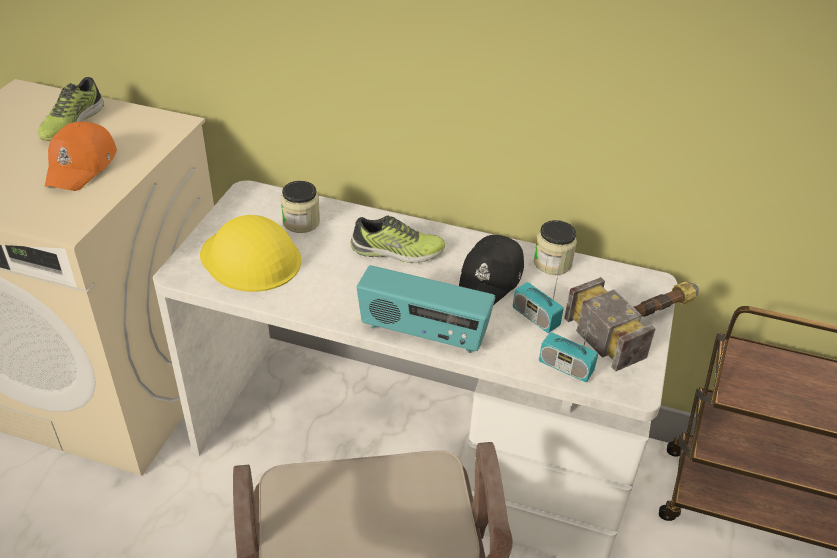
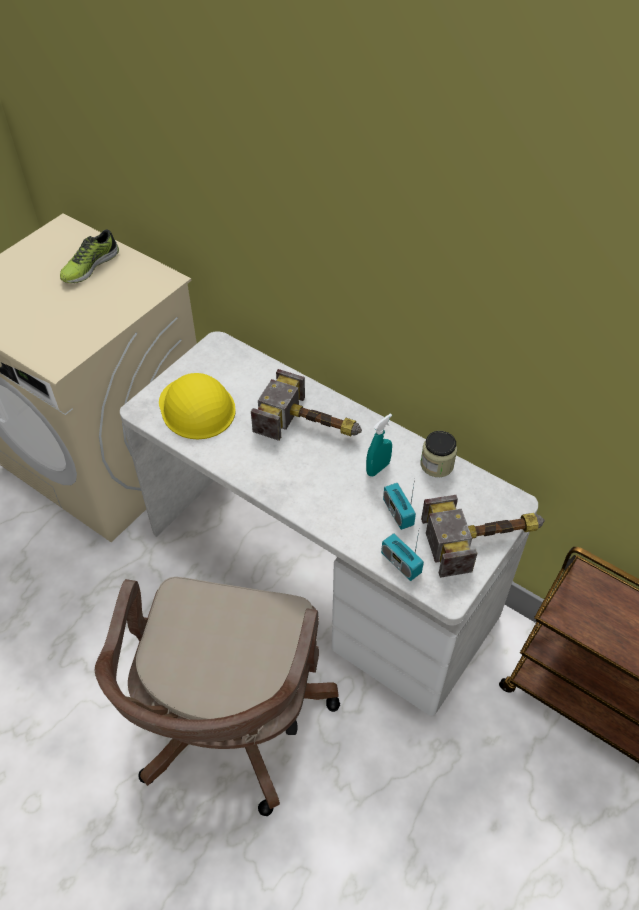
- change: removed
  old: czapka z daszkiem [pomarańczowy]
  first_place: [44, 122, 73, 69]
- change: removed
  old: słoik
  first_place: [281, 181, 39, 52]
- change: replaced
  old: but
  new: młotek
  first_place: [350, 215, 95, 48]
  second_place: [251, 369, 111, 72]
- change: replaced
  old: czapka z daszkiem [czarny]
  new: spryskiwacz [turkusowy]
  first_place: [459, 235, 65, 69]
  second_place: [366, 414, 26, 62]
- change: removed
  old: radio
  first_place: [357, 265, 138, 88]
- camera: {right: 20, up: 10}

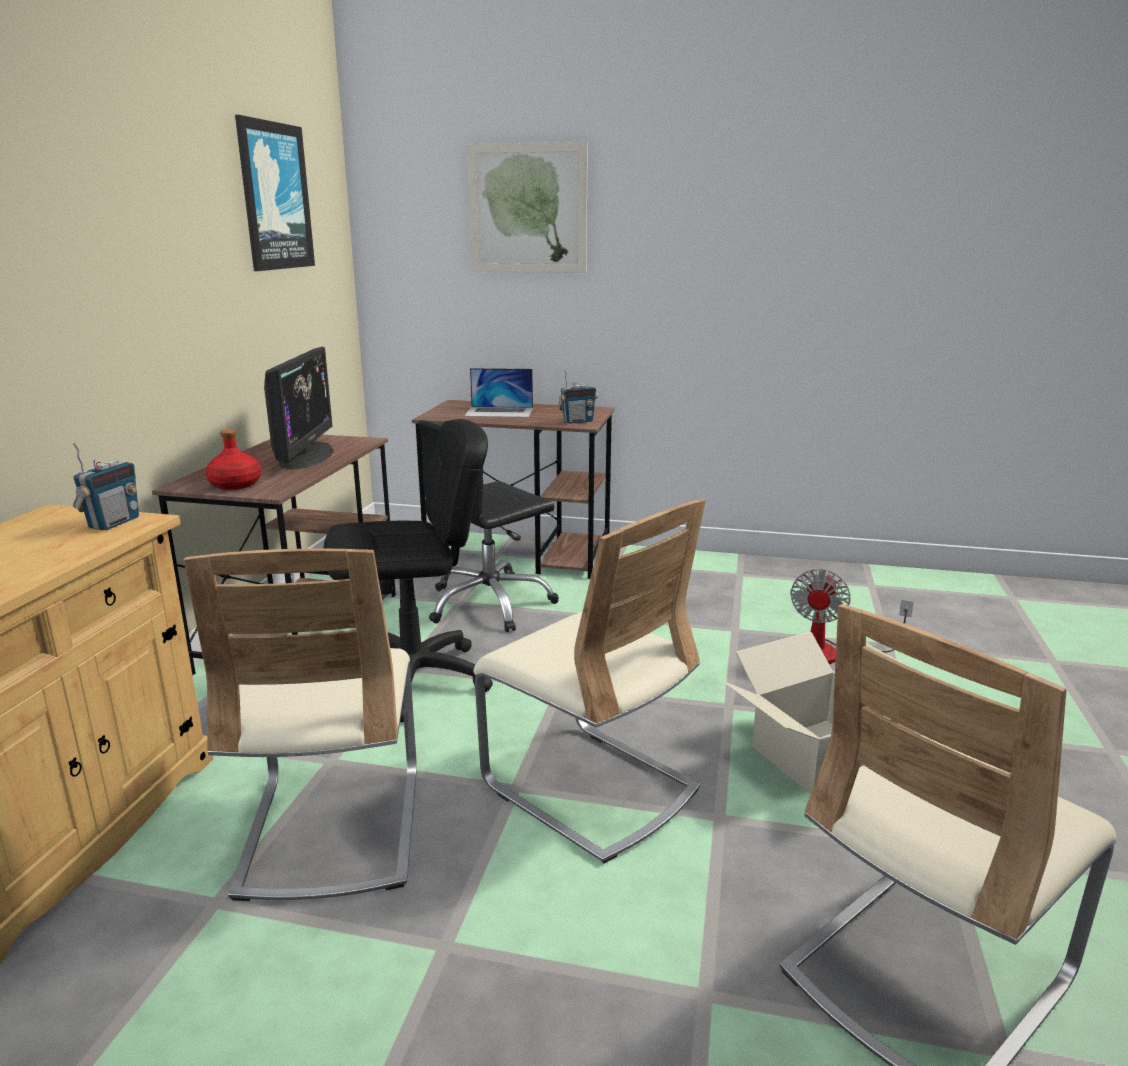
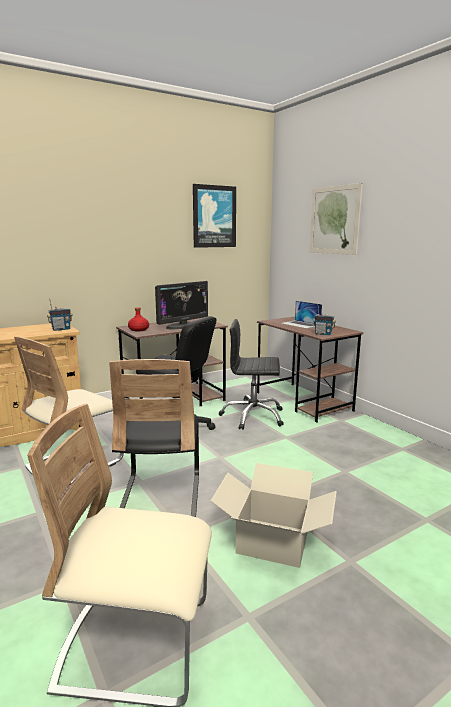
- change: recoloured
  old: krzesło [beżowy]
  new: krzesło [czarny]
  first_place: [473, 499, 233, 365]
  second_place: [109, 359, 90, 158]
- change: removed
  old: wentylator
  first_place: [790, 569, 124, 95]
- camera: {right: 45, up: -5}

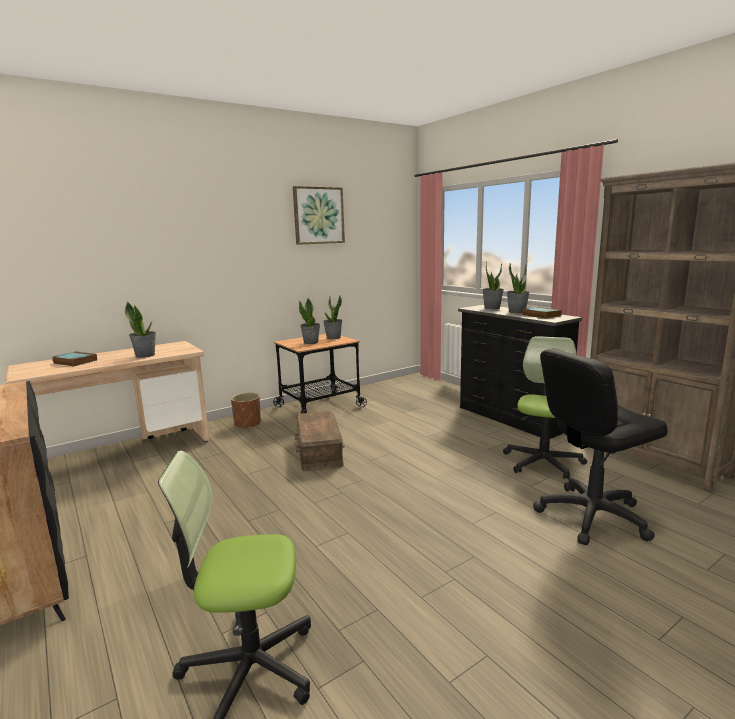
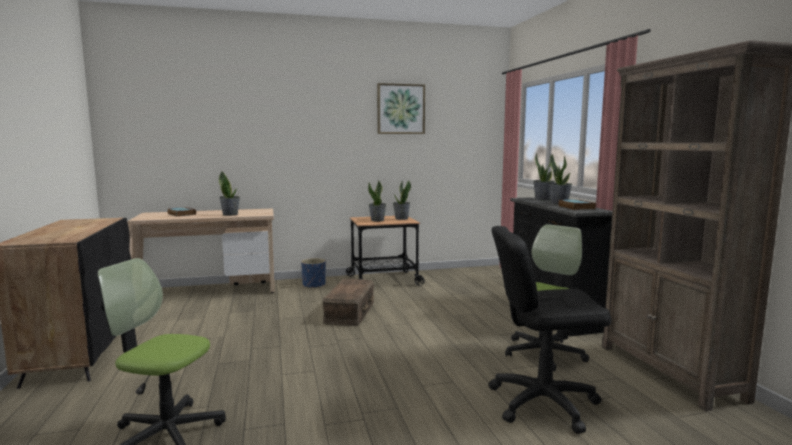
- change: recoloured
  old: donica [brązowy]
  new: donica [niebieski]
  first_place: [231, 393, 30, 35]
  second_place: [301, 258, 25, 30]
- camera: {right: 20, up: -5}

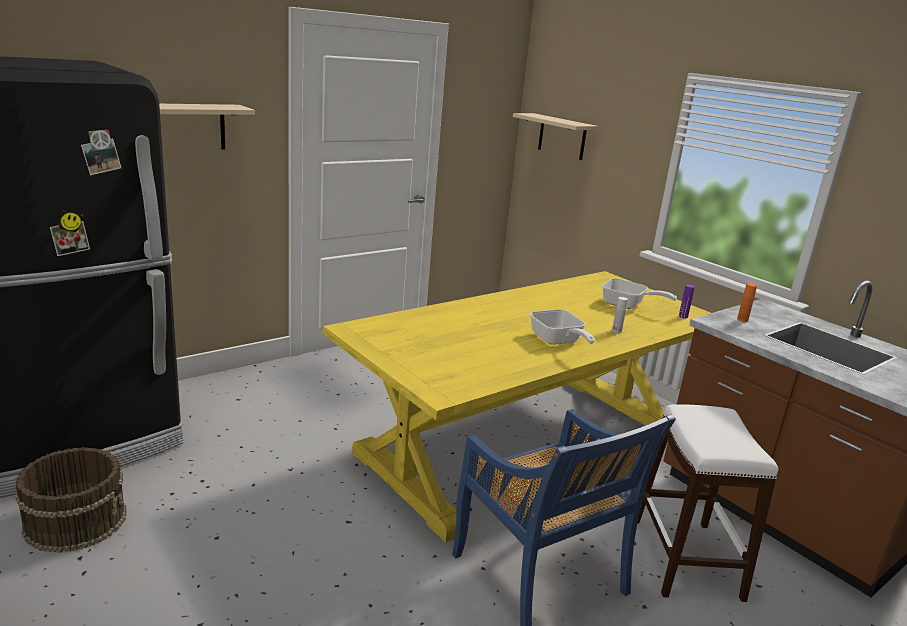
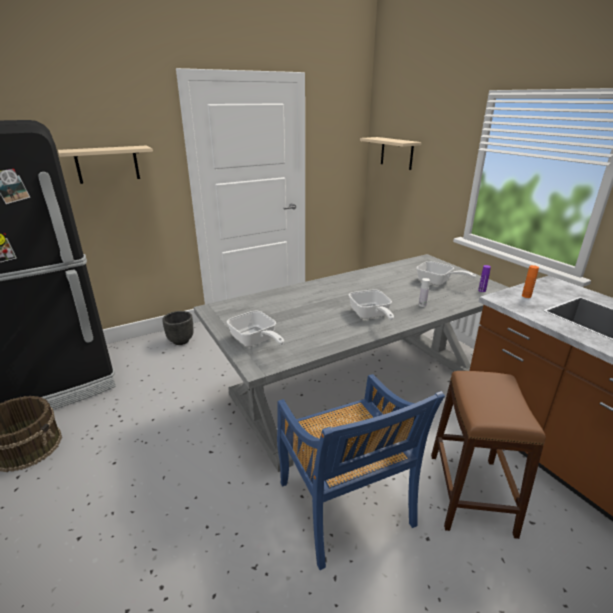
- change: recoloured
  old: stół jadalny [żółty]
  new: stół jadalny [szary]
  first_place: [323, 271, 388, 272]
  second_place: [194, 254, 316, 218]
- change: recoloured
  old: stołek [biały]
  new: stołek [brązowy]
  first_place: [637, 404, 141, 198]
  second_place: [431, 371, 115, 168]
- change: added
  new: donica [czarny]
  second_place: [162, 311, 32, 34]
- change: added
  new: patelnia
  second_place: [227, 311, 57, 35]
- camera: {right: 10, up: 5}

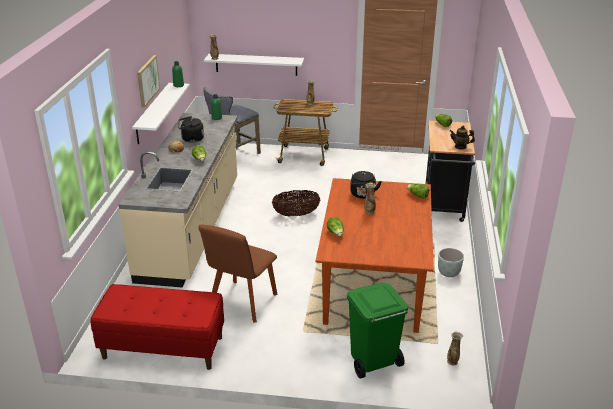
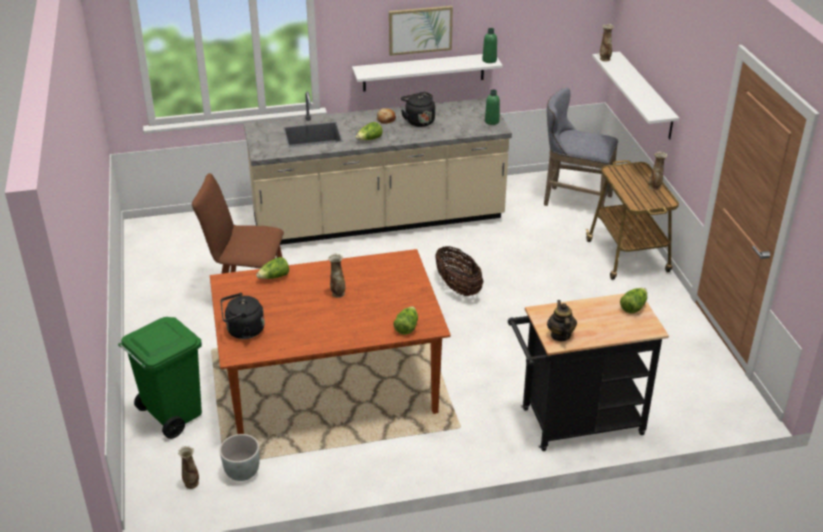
- change: moved
  old: czajnik [czarny]
  first_place: [350, 171, 32, 27]
  second_place: [220, 293, 45, 46]
- change: moved
  old: donica [szary]
  first_place: [438, 248, 26, 29]
  second_place: [219, 434, 40, 47]
- change: removed
  old: ławka [czerwony]
  first_place: [90, 284, 134, 86]
- camera: {right: 70, up: 5}

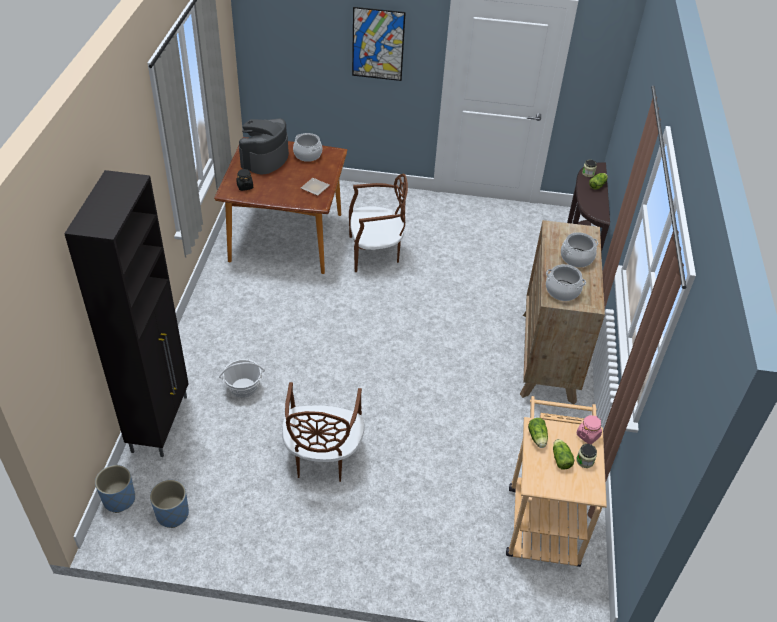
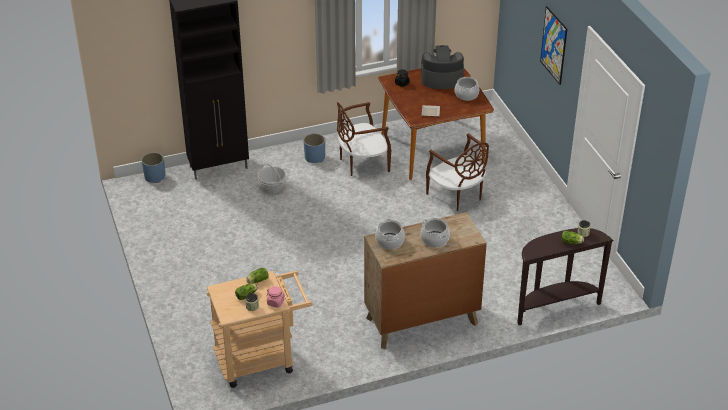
- change: moved
  old: krzesło [brązowy]
  first_place: [282, 382, 83, 100]
  second_place: [337, 102, 54, 74]
- change: moved
  old: donica [niebieski]
  first_place: [150, 480, 39, 48]
  second_place: [303, 133, 22, 30]
- camera: {right: 65, up: -5}

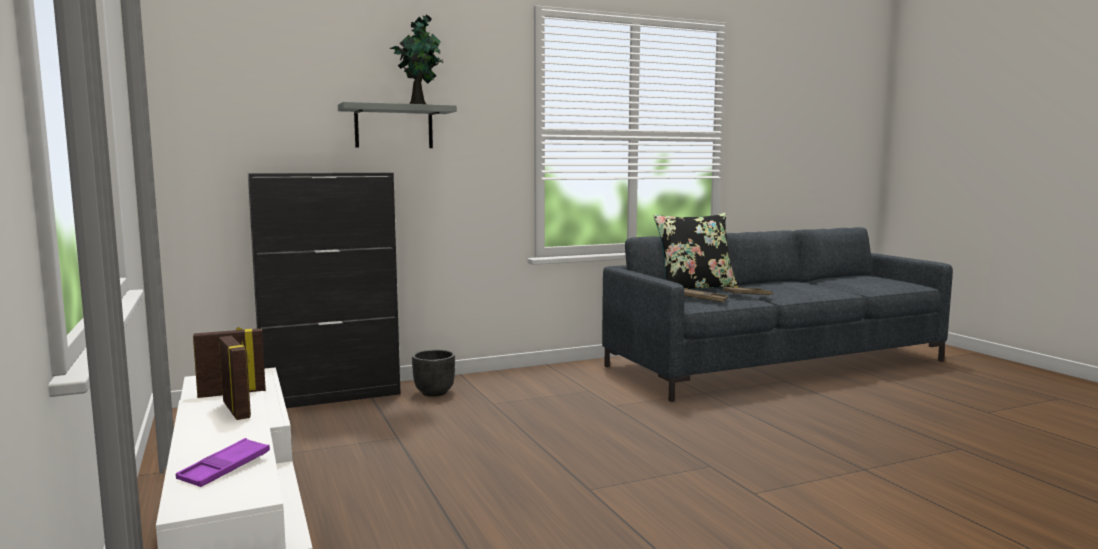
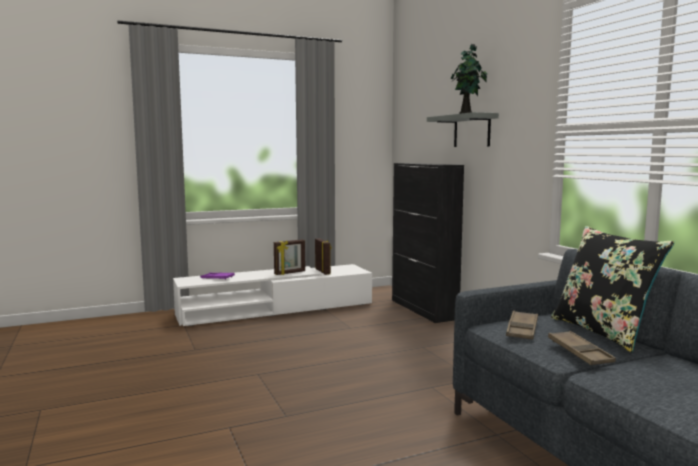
- change: removed
  old: donica [czarny]
  first_place: [412, 350, 43, 47]
- camera: {right: 90, up: 0}

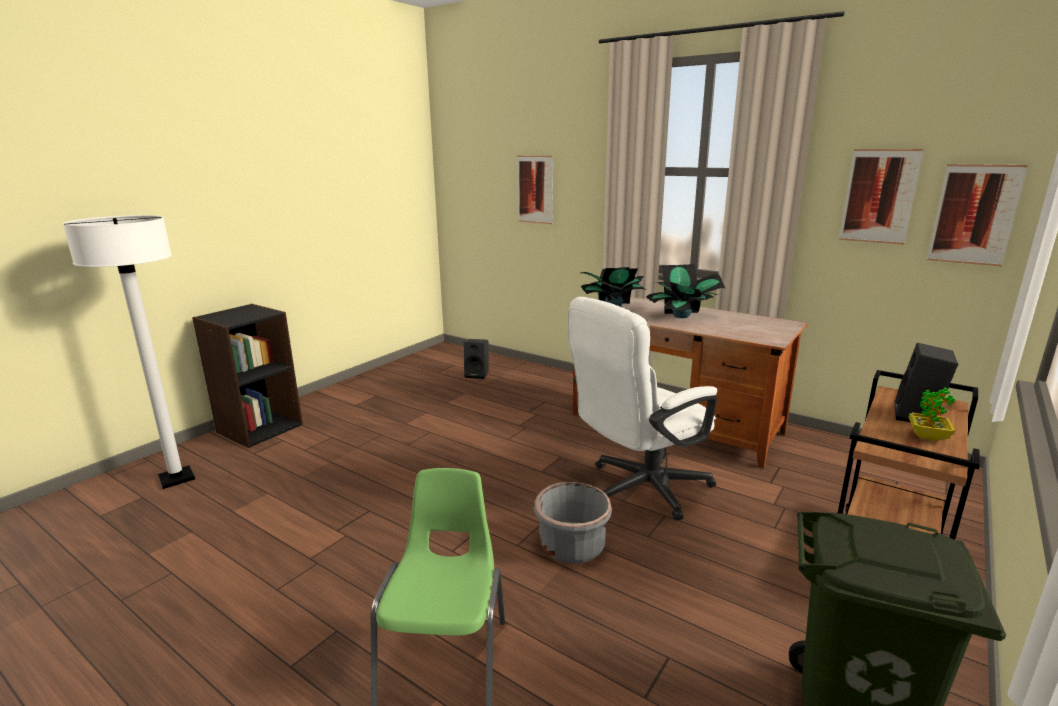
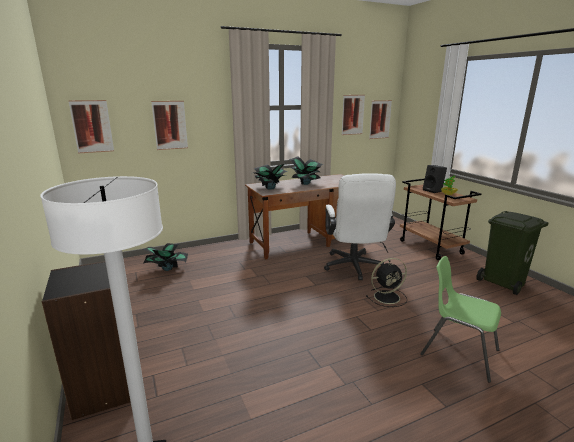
- change: replaced
  old: głośnik [czarny]
  new: roślina doniczkowa
  first_place: [464, 339, 24, 40]
  second_place: [142, 243, 46, 28]
- change: replaced
  old: donica [szary]
  new: wentylator [czarny]
  first_place: [533, 482, 79, 82]
  second_place: [366, 258, 41, 49]
- change: added
  new: obraz
  second_place: [68, 100, 46, 53]
- camera: {right: -60, up: 0}

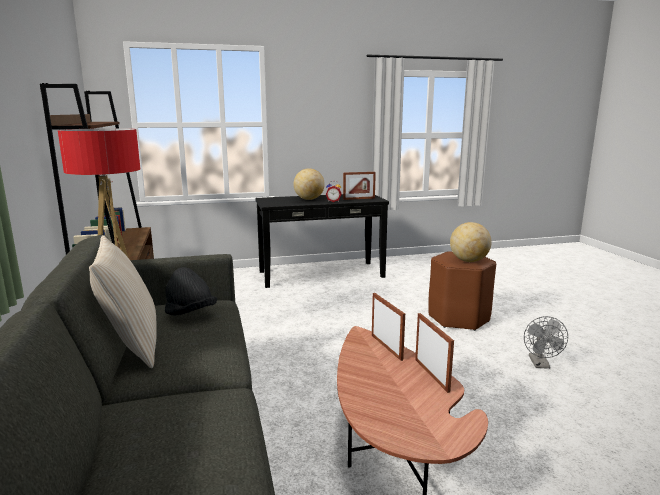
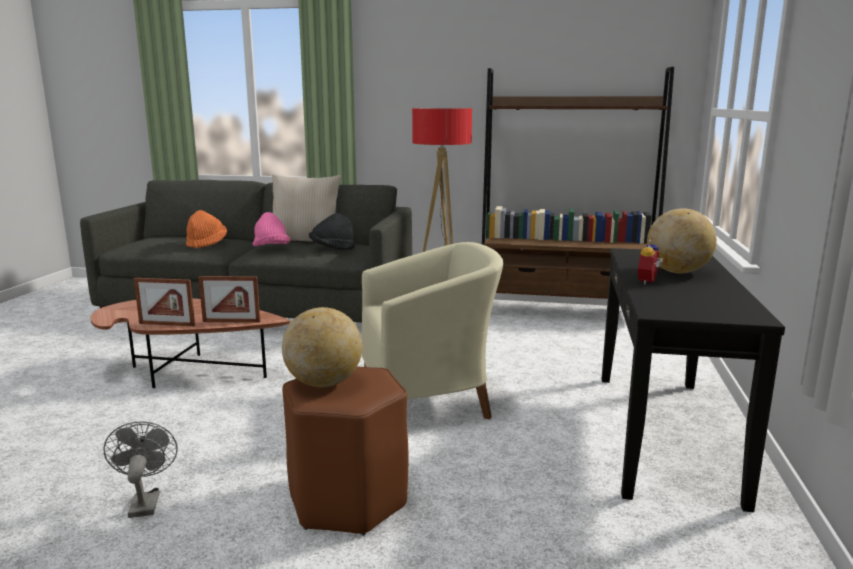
- change: removed
  old: ramka na zdjęcie
  first_place: [343, 172, 33, 28]
- change: turned
  old: wentylator [szary]
  first_place: [524, 316, 44, 53]
  second_place: [103, 421, 74, 97]
  degrees: 45
- change: added
  new: kapelusz [pomarańczowy]
  second_place: [186, 210, 41, 38]
- change: added
  new: kapelusz [różowy]
  second_place: [253, 212, 37, 34]
- change: added
  new: fotel [beżowy]
  second_place: [362, 242, 141, 177]
- camera: {right: 115, up: 0}

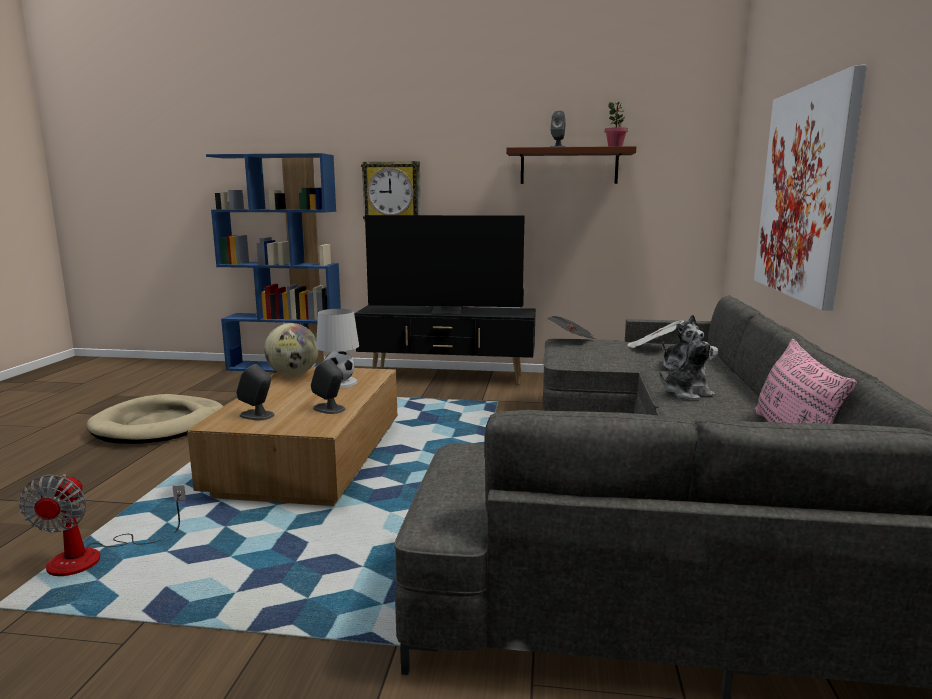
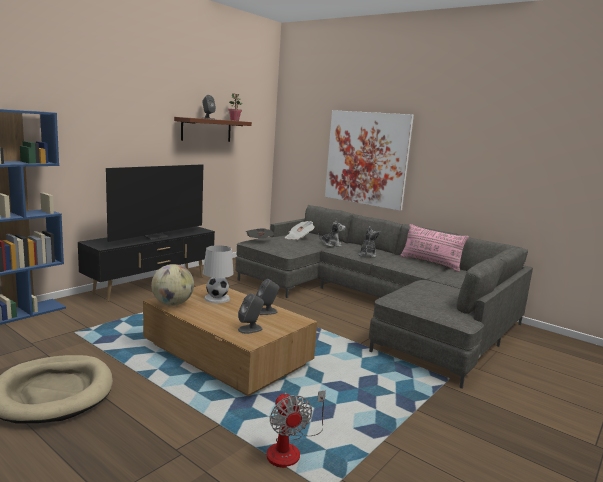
- change: removed
  old: zegar ścienny
  first_place: [361, 161, 60, 61]
- change: turned
  old: wentylator
  first_place: [19, 474, 167, 102]
  second_place: [267, 390, 59, 78]
  degrees: 45
- camera: {right: -60, up: 0}

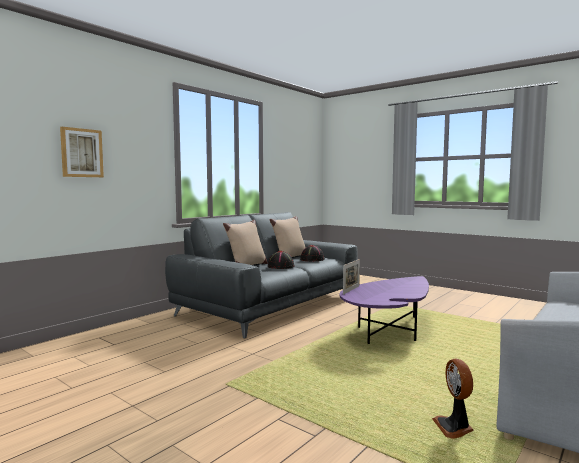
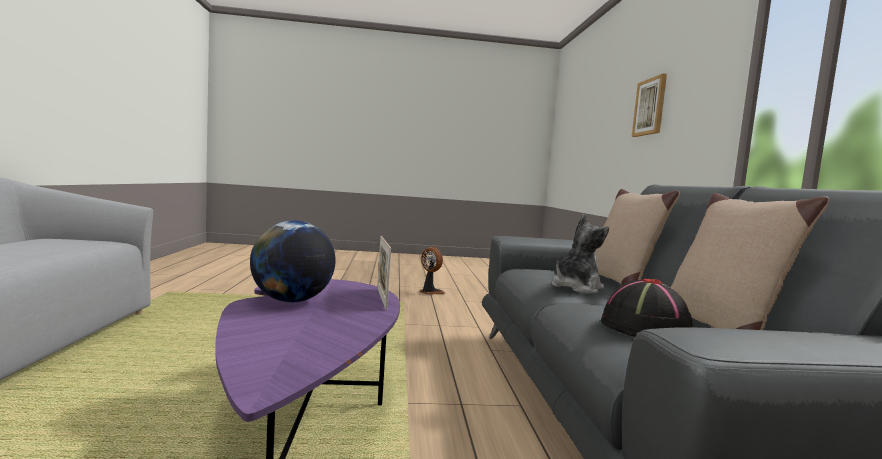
- change: replaced
  old: kapelusz [czarny]
  new: pluszak
  first_place: [268, 251, 27, 18]
  second_place: [552, 214, 57, 79]
- change: moved
  old: wentylator
  first_place: [432, 358, 42, 81]
  second_place: [419, 247, 26, 47]
- change: added
  new: globus
  second_place: [250, 220, 86, 82]
- camera: {right: 135, up: 0}

